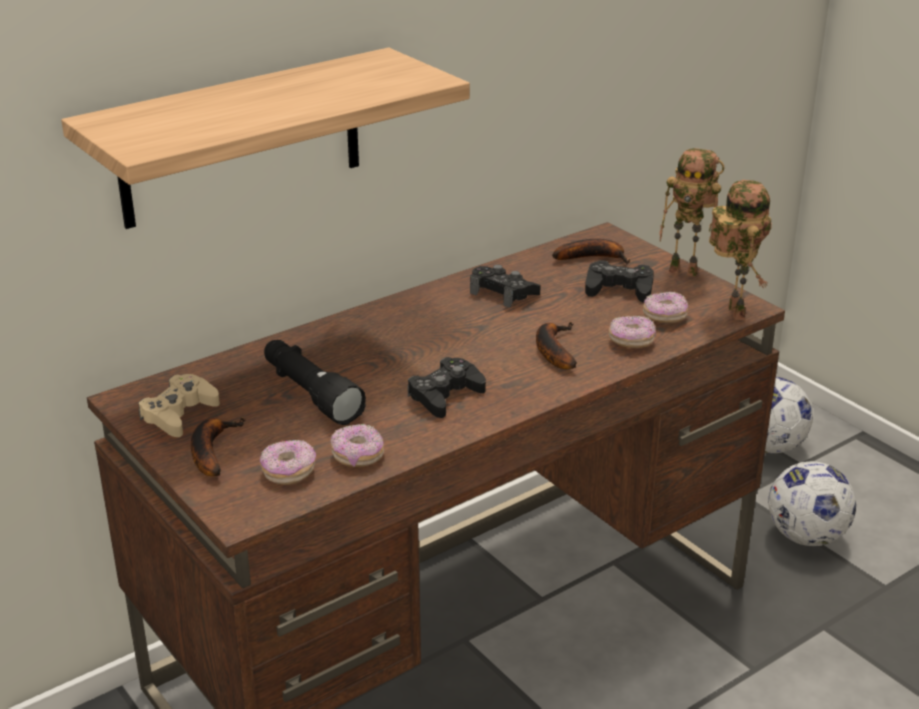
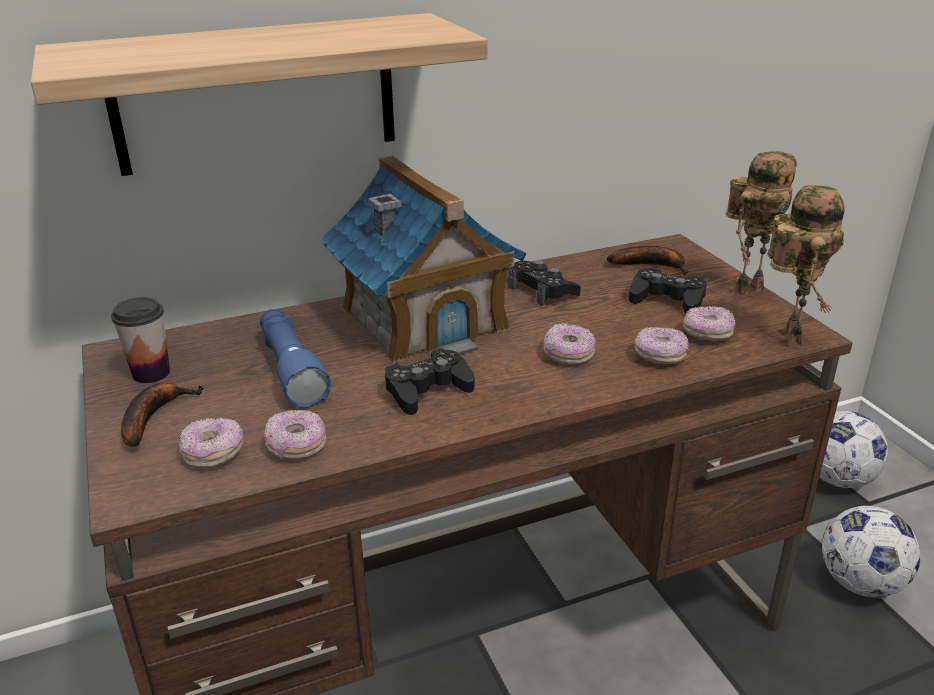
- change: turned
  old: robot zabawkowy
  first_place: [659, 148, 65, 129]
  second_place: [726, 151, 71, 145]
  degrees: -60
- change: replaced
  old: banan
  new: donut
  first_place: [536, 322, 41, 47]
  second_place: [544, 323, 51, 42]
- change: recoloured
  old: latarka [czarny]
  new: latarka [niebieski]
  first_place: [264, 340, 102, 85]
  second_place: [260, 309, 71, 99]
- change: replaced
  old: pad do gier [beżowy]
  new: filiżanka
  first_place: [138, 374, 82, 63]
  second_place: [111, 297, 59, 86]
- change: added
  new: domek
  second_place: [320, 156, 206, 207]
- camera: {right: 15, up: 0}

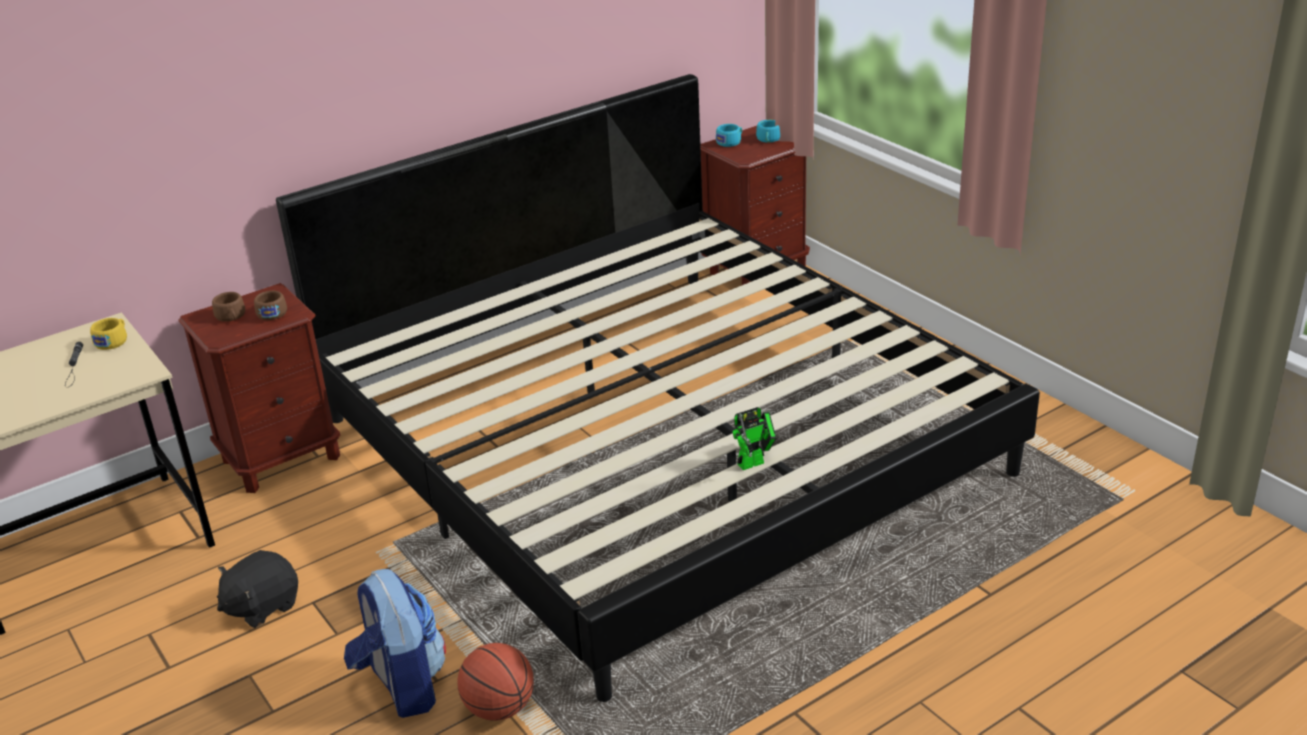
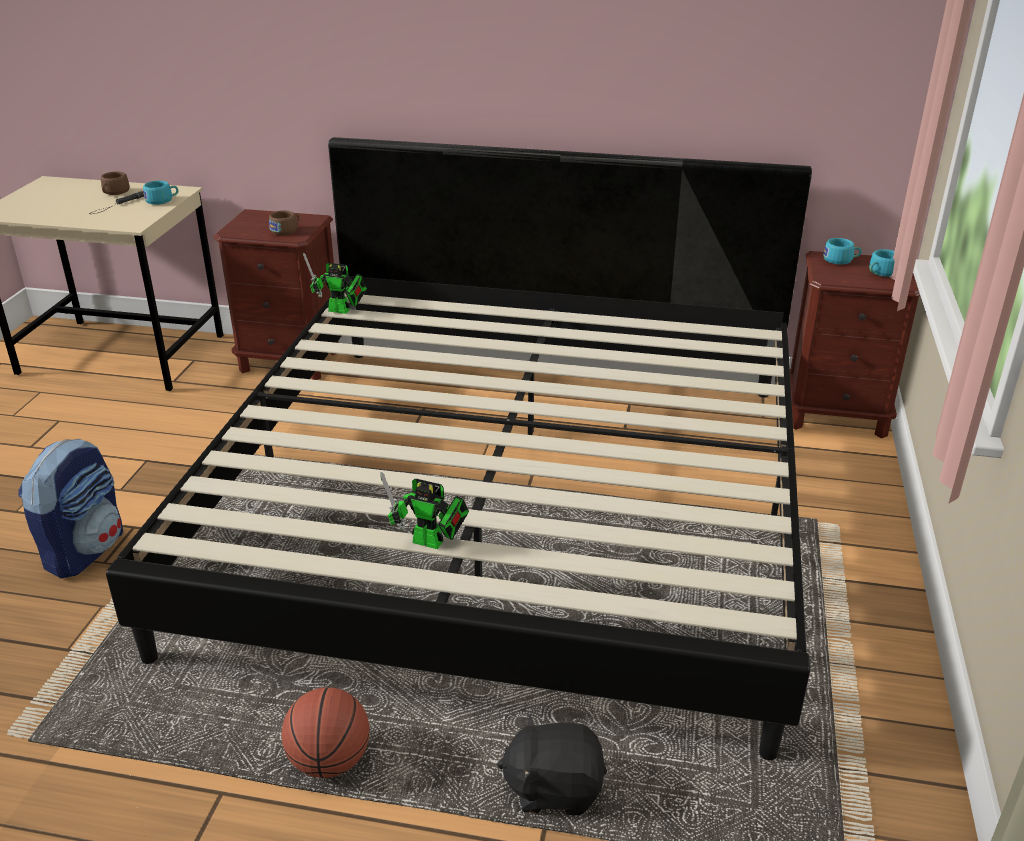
- change: moved
  old: filiżanka [brązowy]
  first_place: [212, 292, 33, 30]
  second_place: [101, 172, 29, 23]
- change: recoloured
  old: filiżanka [żółty]
  new: filiżanka [turkusowy]
  first_place: [90, 318, 37, 32]
  second_place: [143, 181, 35, 24]
- change: moved
  old: pluszak [czarny]
  first_place: [217, 550, 81, 78]
  second_place: [497, 715, 110, 100]
- change: moved
  old: piłka do koszykówki
  first_place: [458, 643, 76, 78]
  second_place: [282, 687, 87, 91]
- change: added
  new: robot zabawkowy
  second_place: [303, 253, 64, 61]
- camera: {right: 45, up: 0}

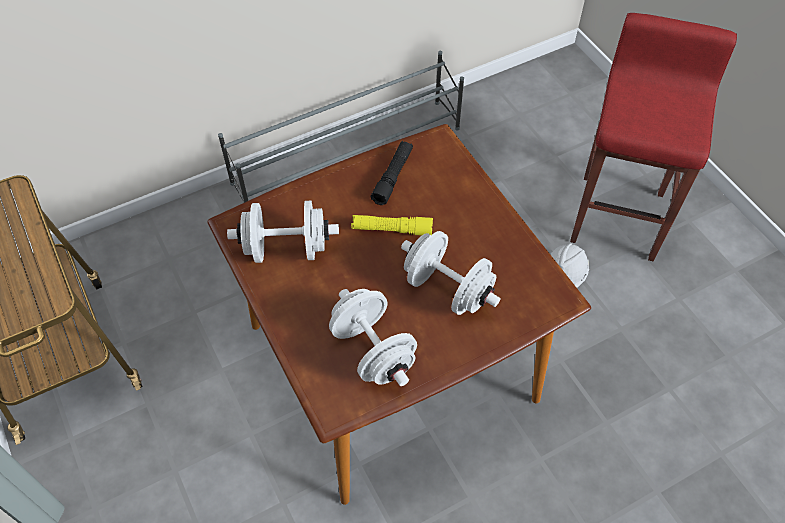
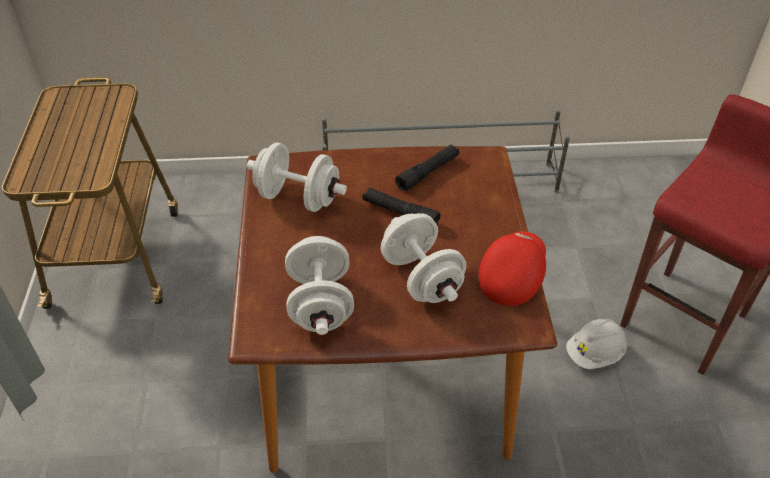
- change: recoloured
  old: latarka [żółty]
  new: latarka [czarny]
  first_place: [351, 215, 82, 21]
  second_place: [362, 187, 79, 38]
- change: added
  new: czapka z daszkiem [czerwony]
  second_place: [479, 231, 67, 75]
- camera: {right: 25, up: -10}

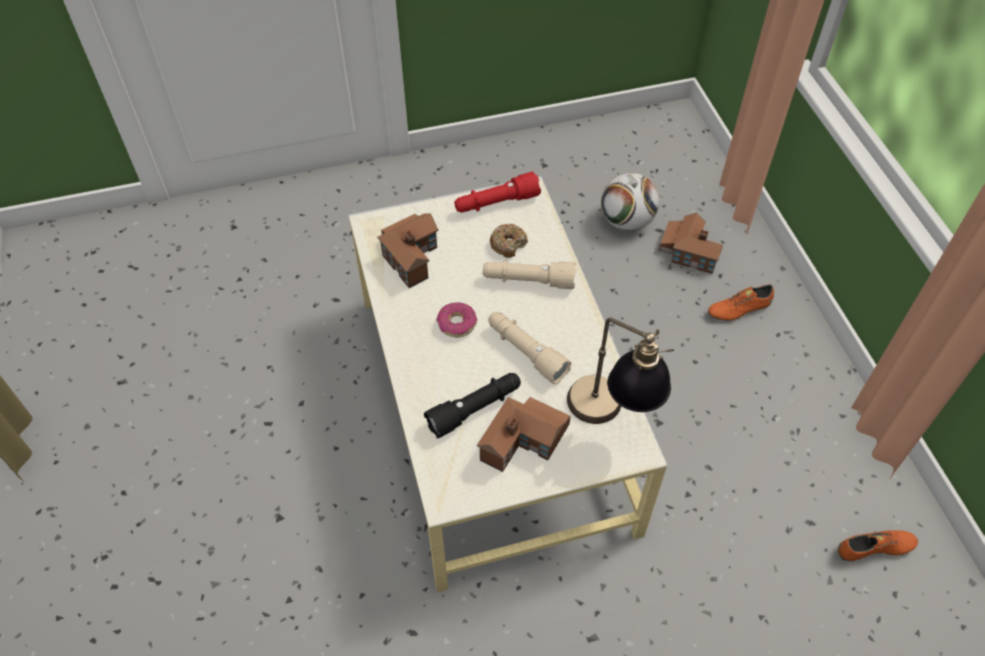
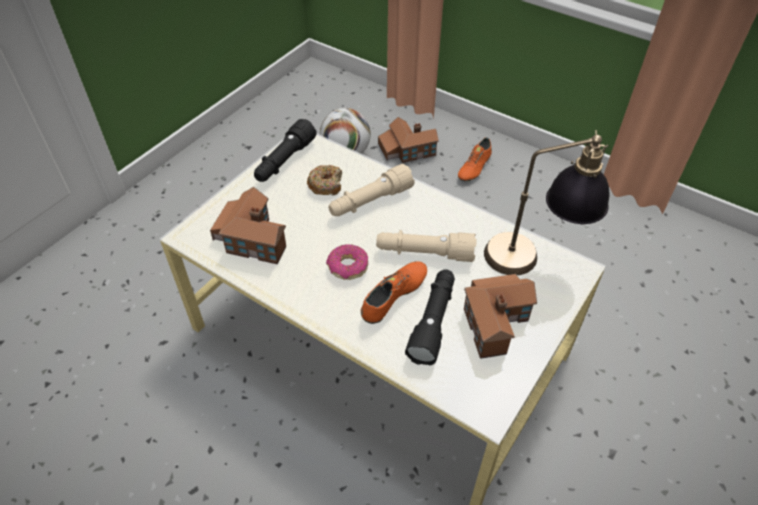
- change: recoloured
  old: latarka [czerwony]
  new: latarka [czarny]
  first_place: [454, 172, 87, 41]
  second_place: [254, 119, 63, 63]
- change: moved
  old: but [pomarańczowy]
  first_place: [838, 530, 80, 31]
  second_place: [361, 261, 66, 63]
- camera: {right: -40, up: -5}

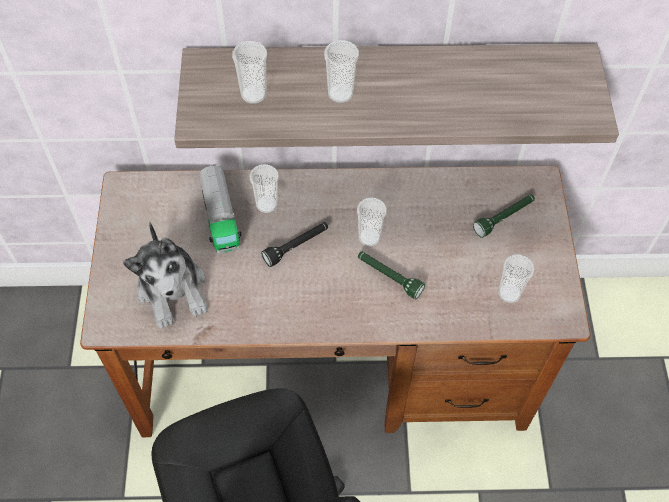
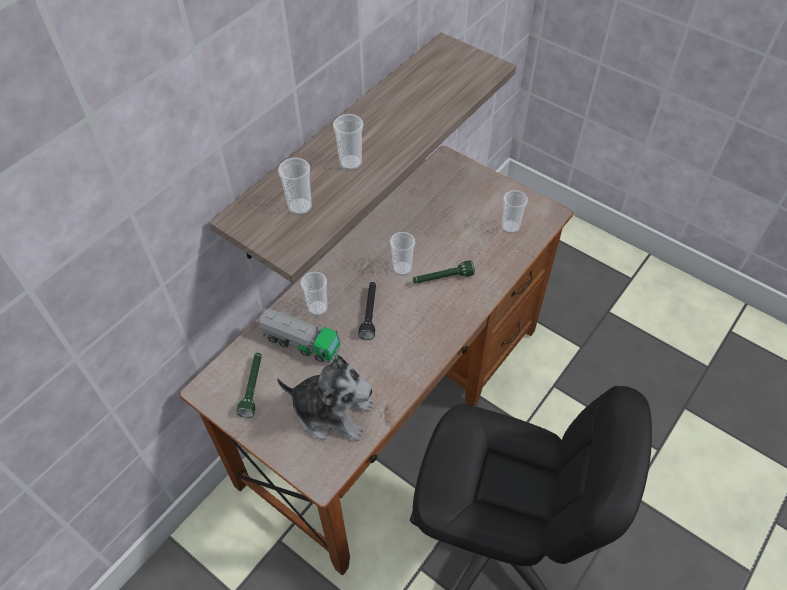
- change: moved
  old: latarka [zielony]
  first_place: [473, 195, 62, 43]
  second_place: [237, 353, 25, 65]
- camera: {right: -50, up: -5}

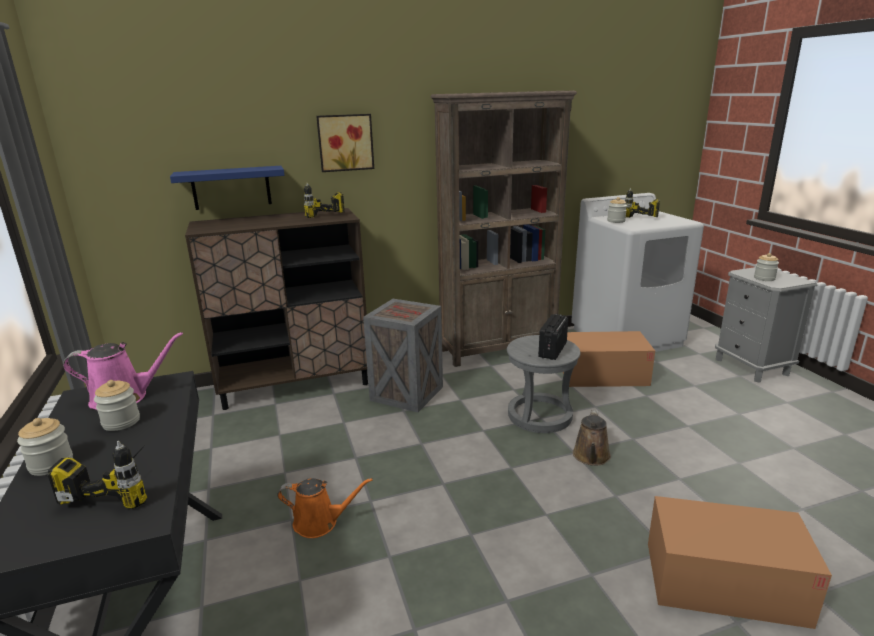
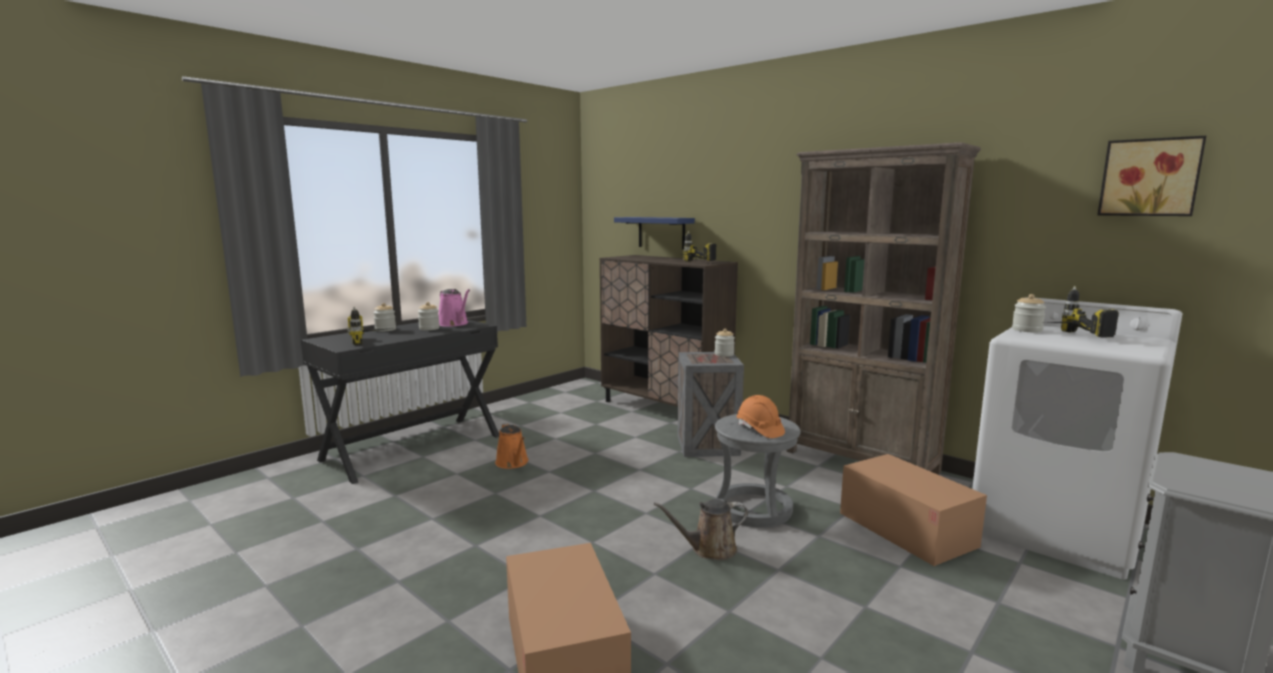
- change: moved
  old: obraz
  first_place: [316, 114, 58, 58]
  second_place: [1098, 136, 108, 80]
- change: moved
  old: słoik
  first_place: [754, 253, 25, 28]
  second_place: [715, 329, 20, 28]
- change: replaced
  old: radio
  new: kask [pomarańczowy]
  first_place: [538, 314, 30, 46]
  second_place: [737, 395, 48, 43]
- camera: {right: 60, up: -10}

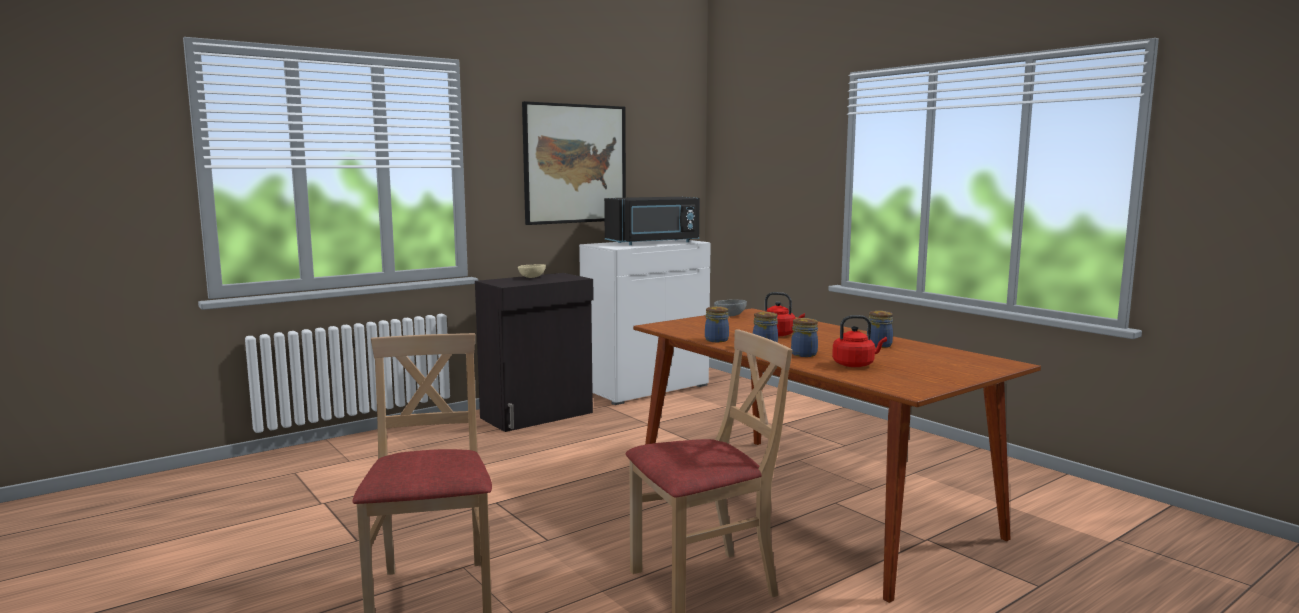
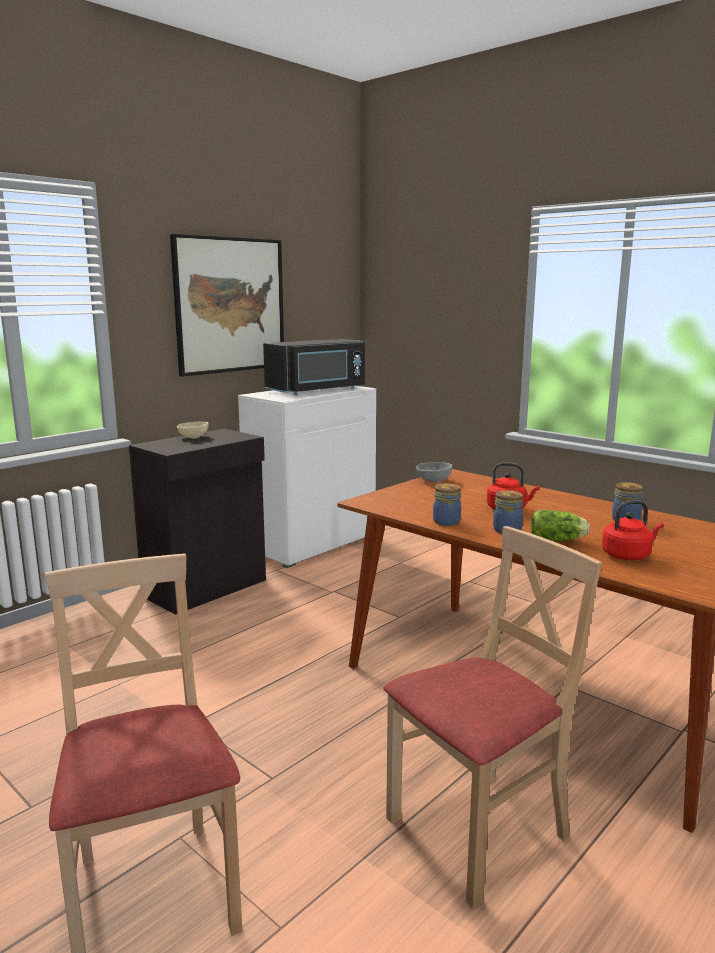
- change: replaced
  old: słoik
  new: sałata
  first_place: [791, 318, 27, 39]
  second_place: [531, 510, 59, 31]
- camera: {right: -10, up: 5}

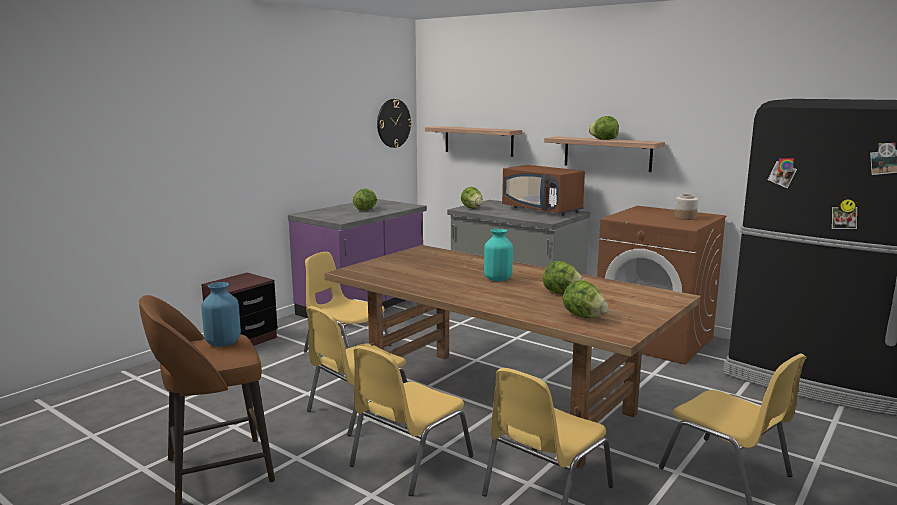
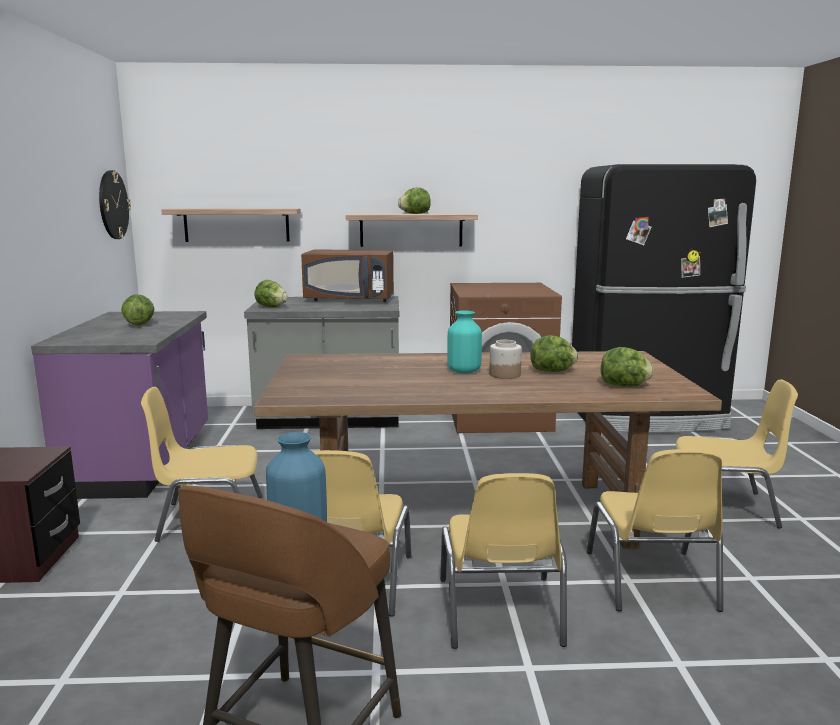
- change: moved
  old: słoik
  first_place: [675, 194, 23, 26]
  second_place: [489, 340, 33, 39]
- camera: {right: -40, up: 0}

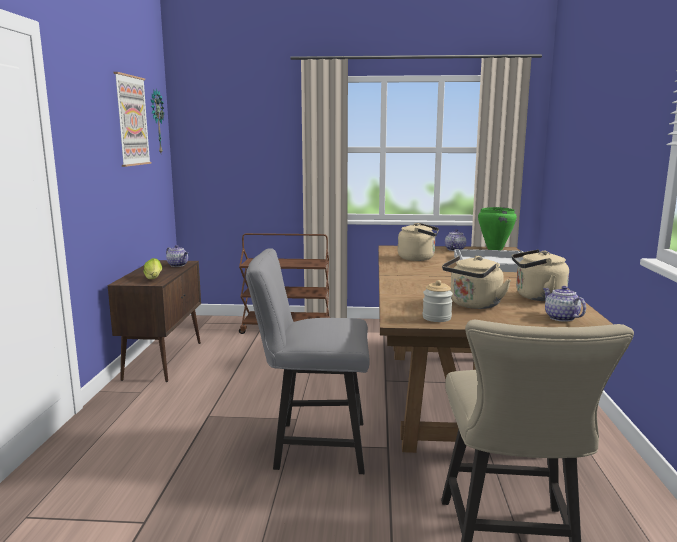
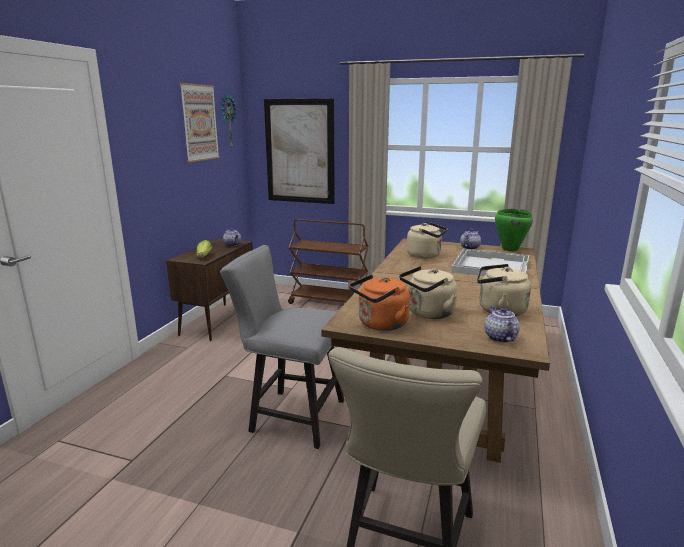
- change: replaced
  old: słoik
  new: czajnik [pomarańczowy]
  first_place: [423, 280, 30, 42]
  second_place: [349, 275, 61, 56]
- change: added
  new: obraz
  second_place: [264, 98, 71, 106]
- camera: {right: 15, up: 5}

